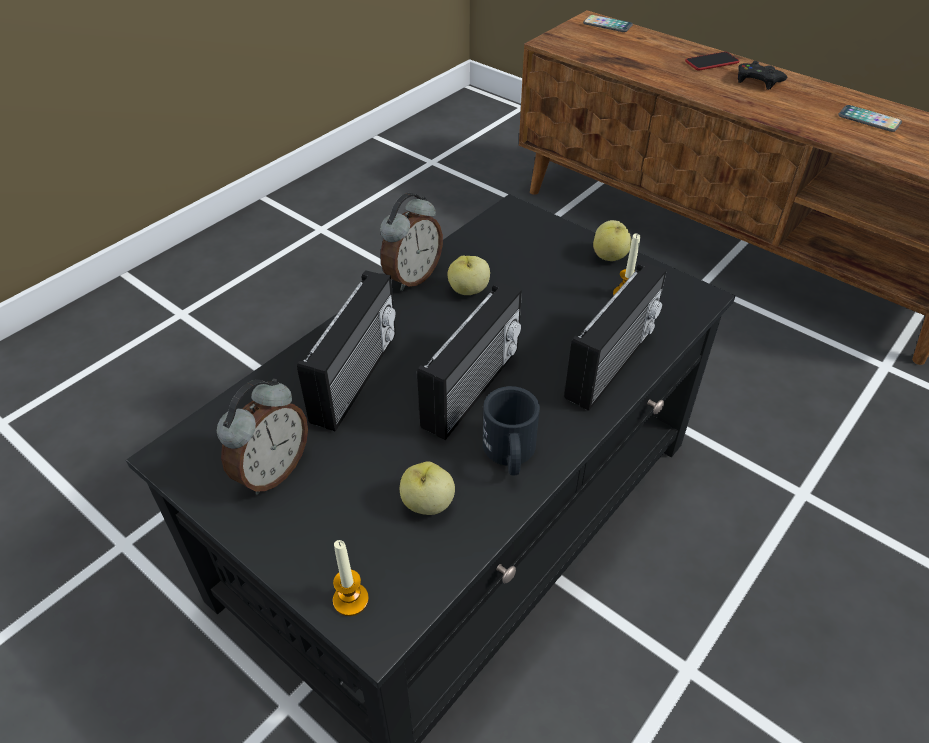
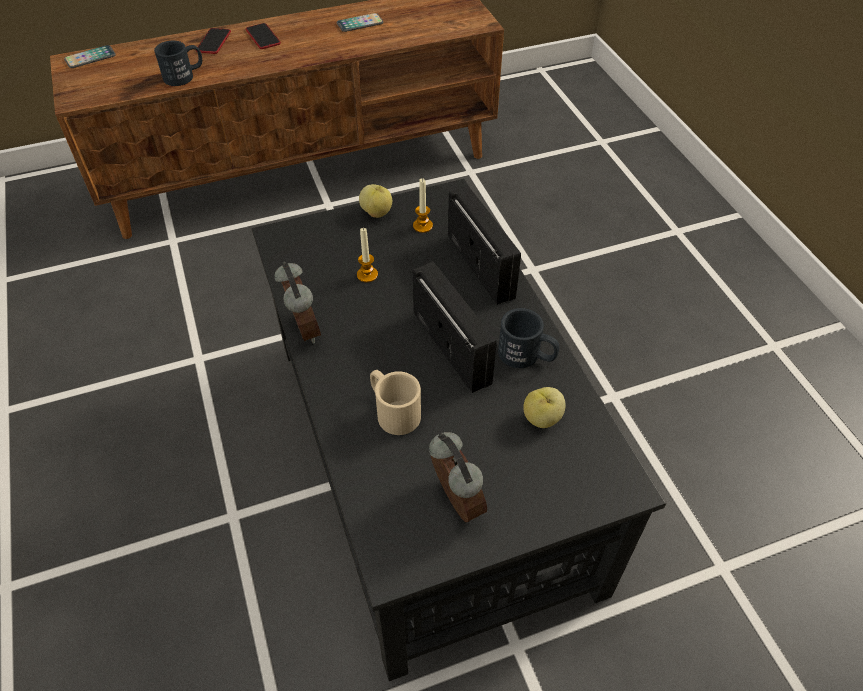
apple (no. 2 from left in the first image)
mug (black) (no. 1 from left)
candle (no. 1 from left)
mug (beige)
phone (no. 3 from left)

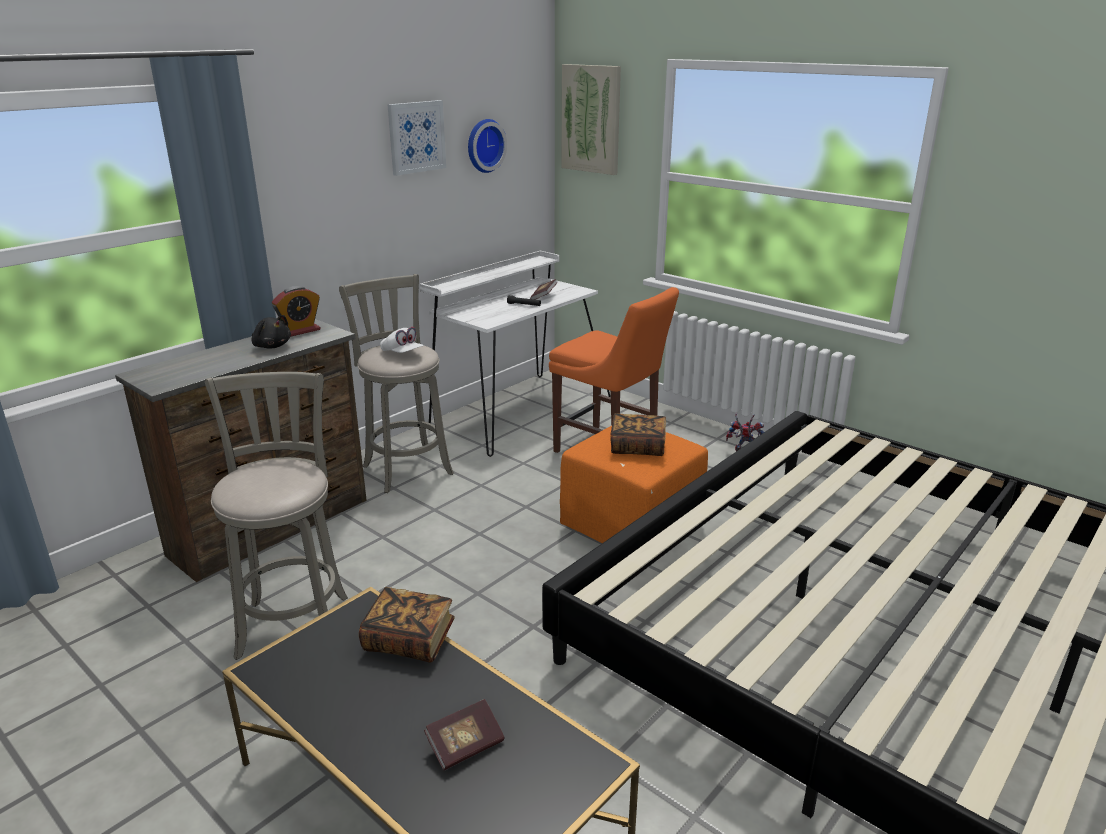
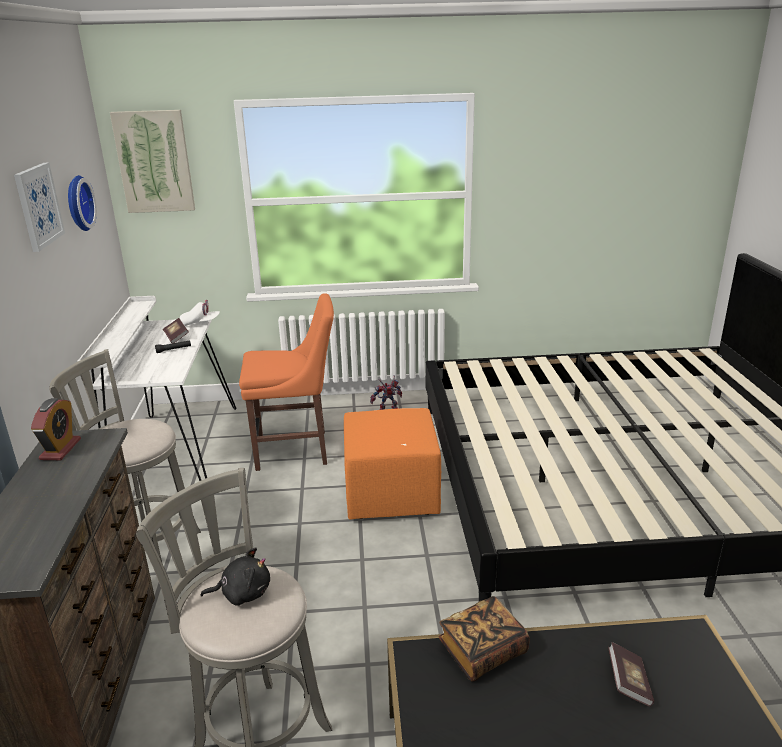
book (no. 4 from left in the first image)
plush toy (black)
cap (white)

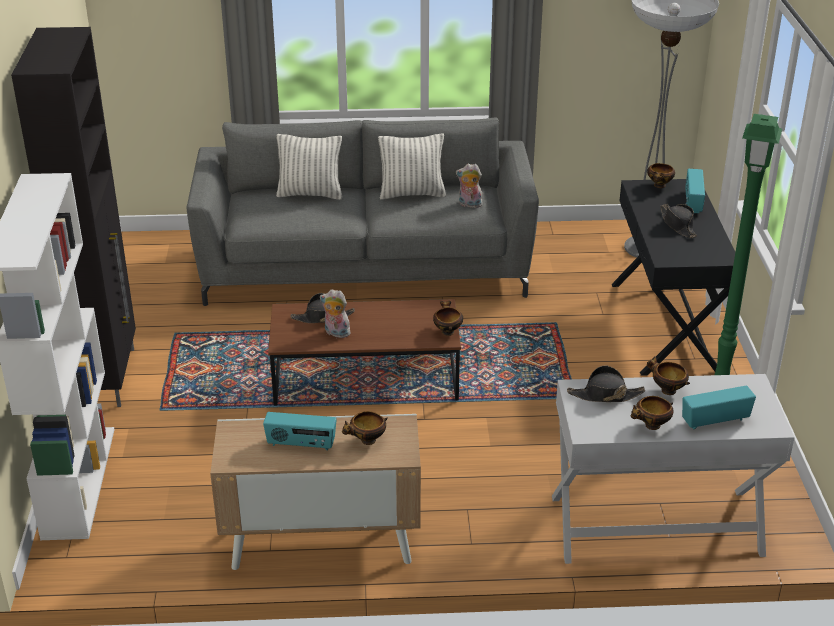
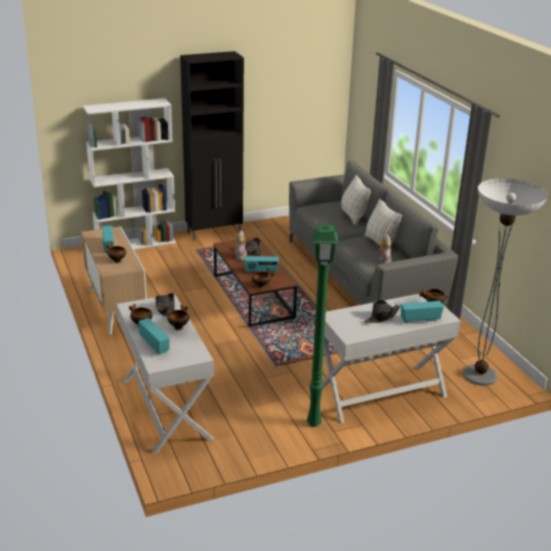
radio (no. 3 from left)
console table (white) (no. 2 from left)

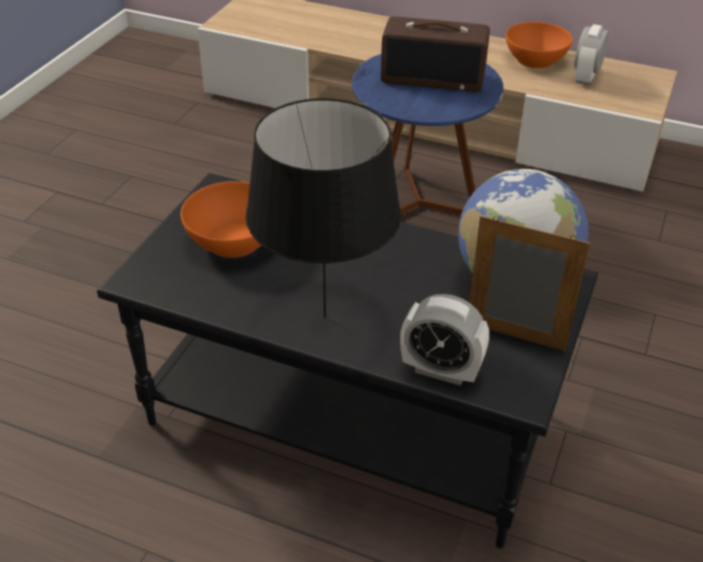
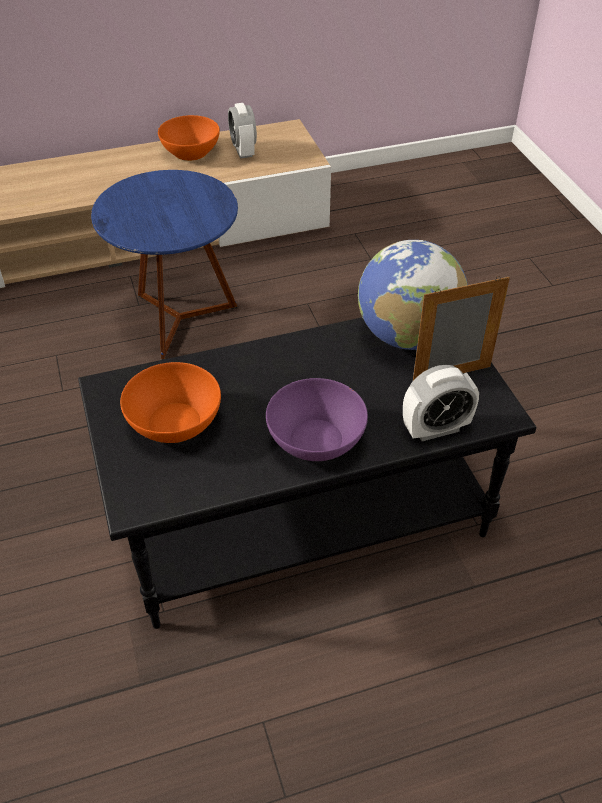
radio
bowl (purple)

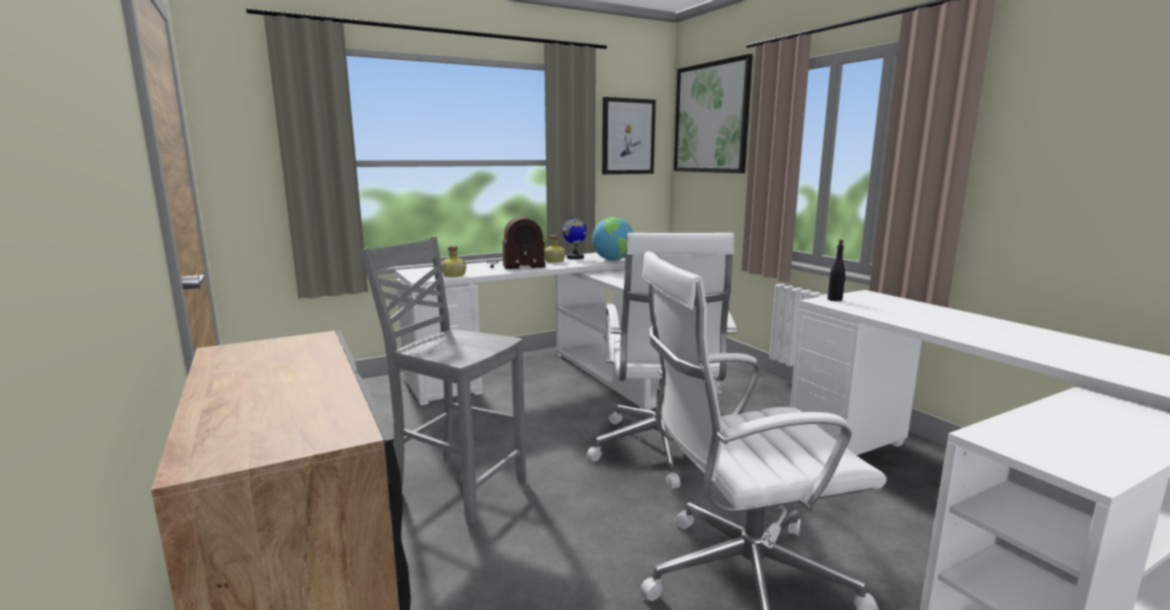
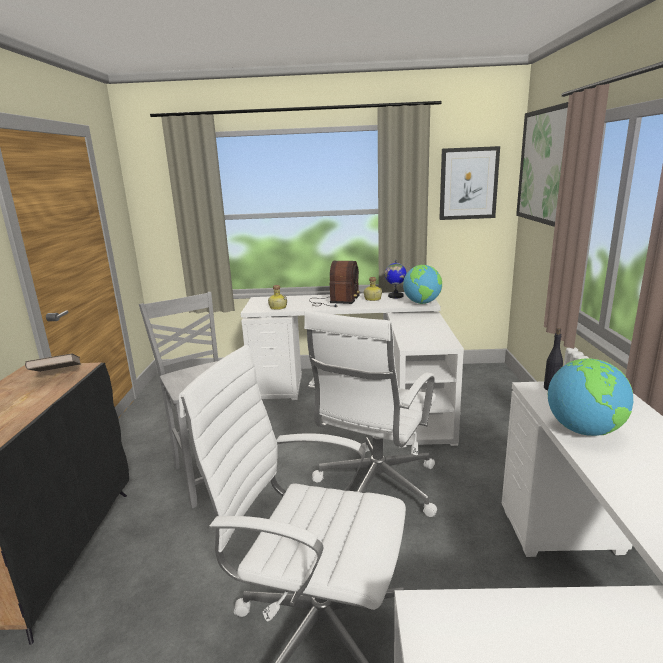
book (brown)
globe (no. 3 from left)
radio

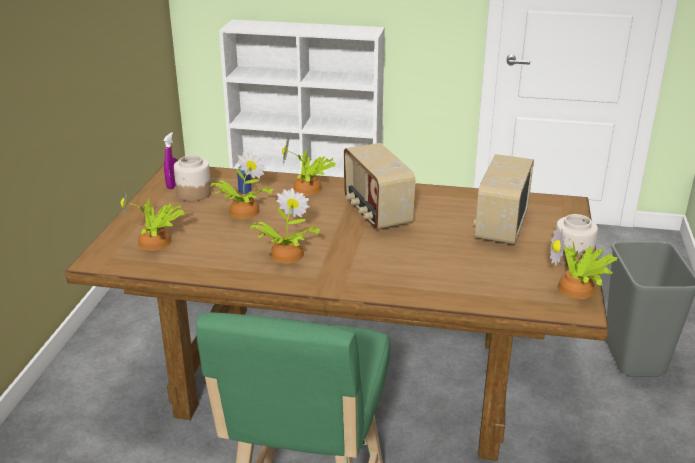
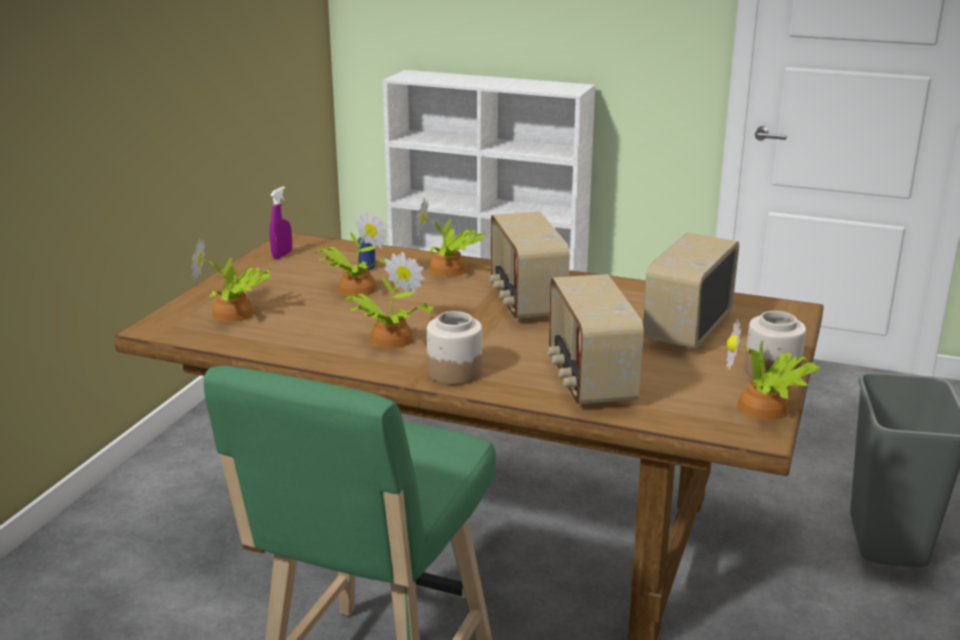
radio (no. 2 from left)
jar (no. 1 from left)

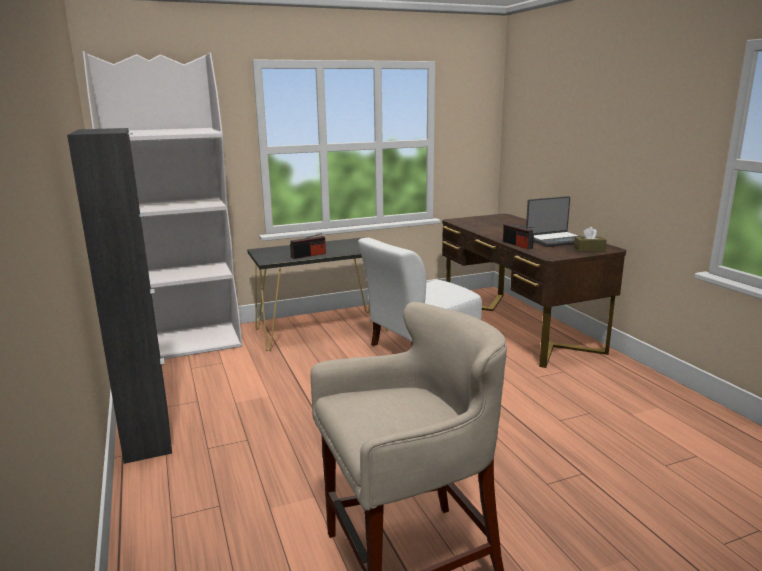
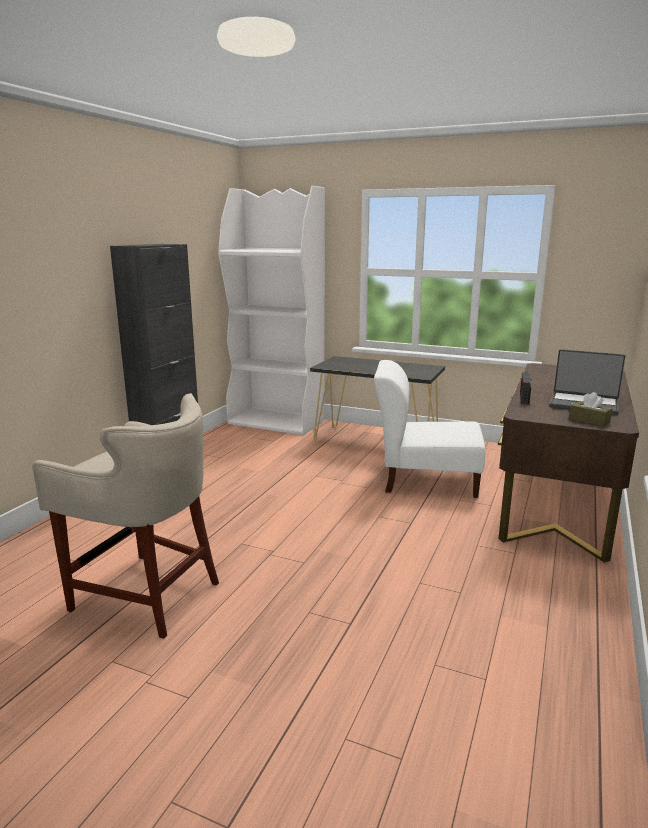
radio (no. 1 from left in the first image)

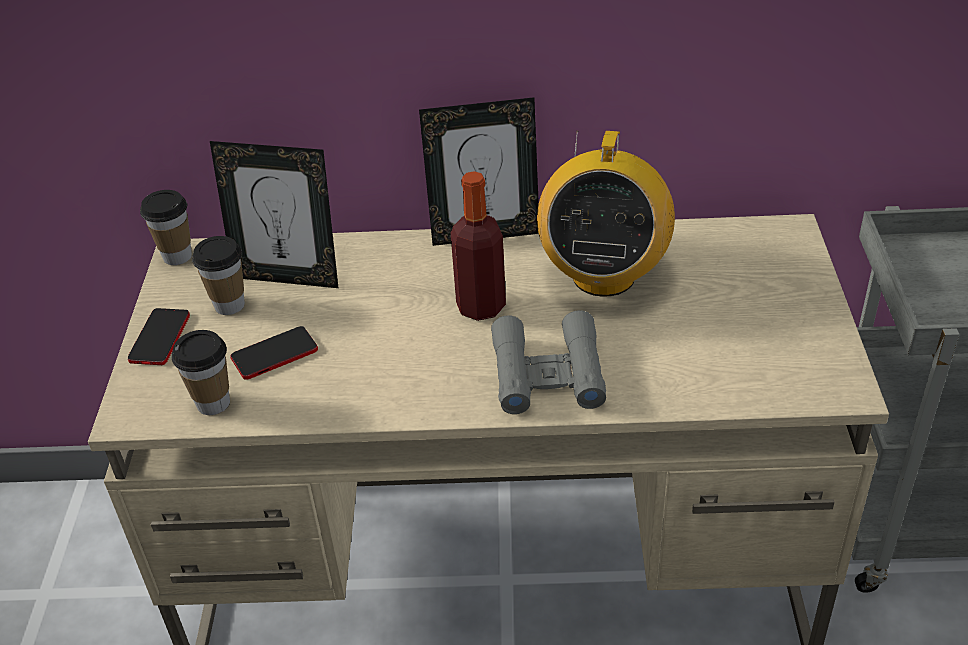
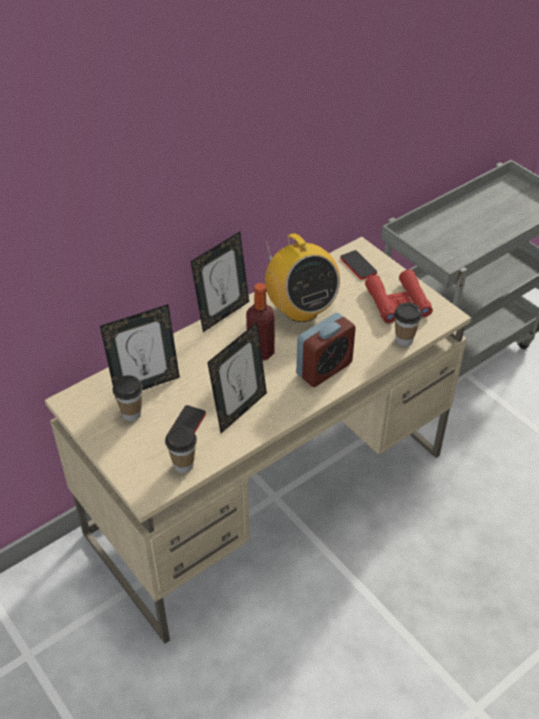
picture frame (no. 3 from left)
binoculars (red)
phone (no. 2 from left)
cup (no. 3 from left)
alarm clock

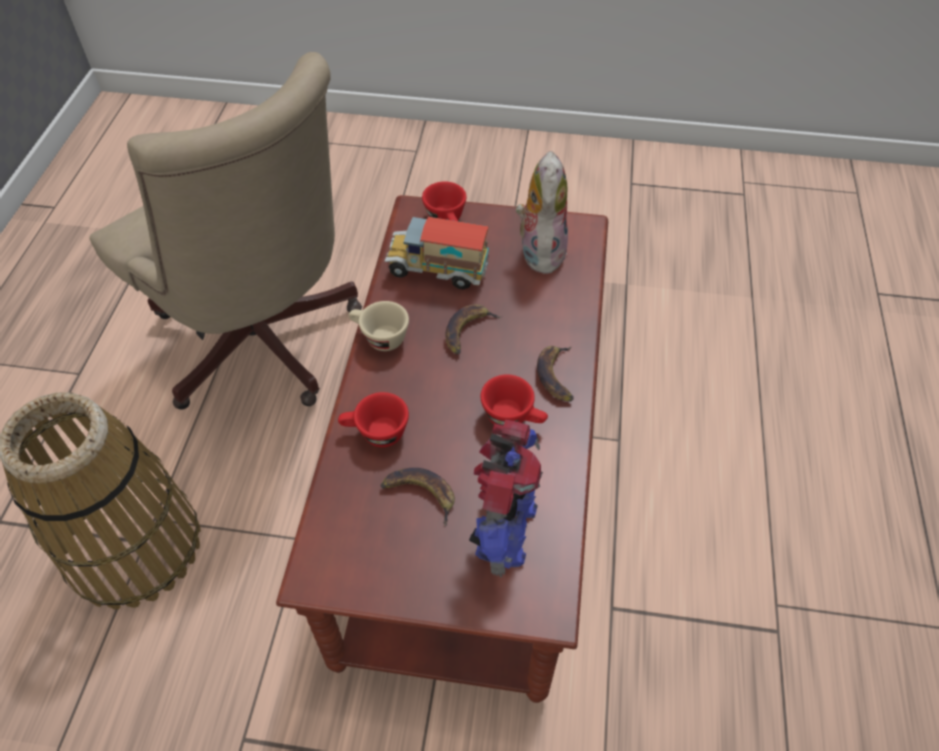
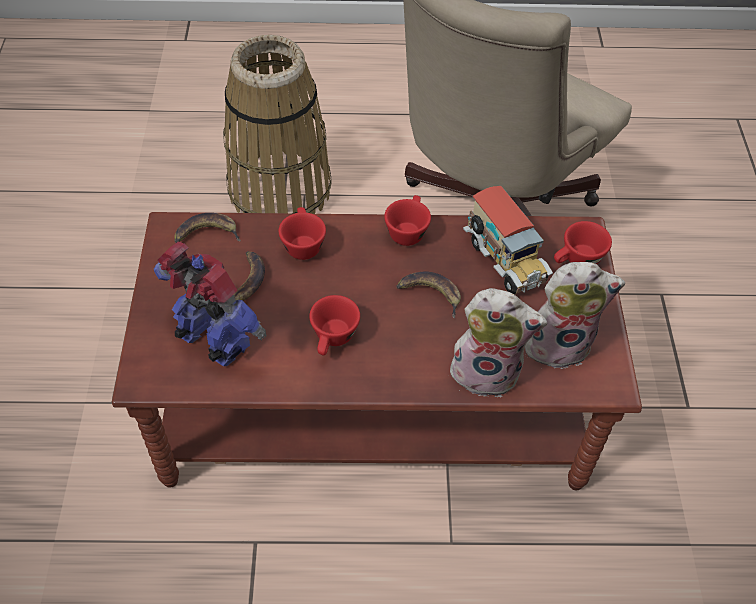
plush toy (no. 1 from left)
banana (no. 1 from left)
cup (red) (no. 3 from left)
toy truck
toy robot

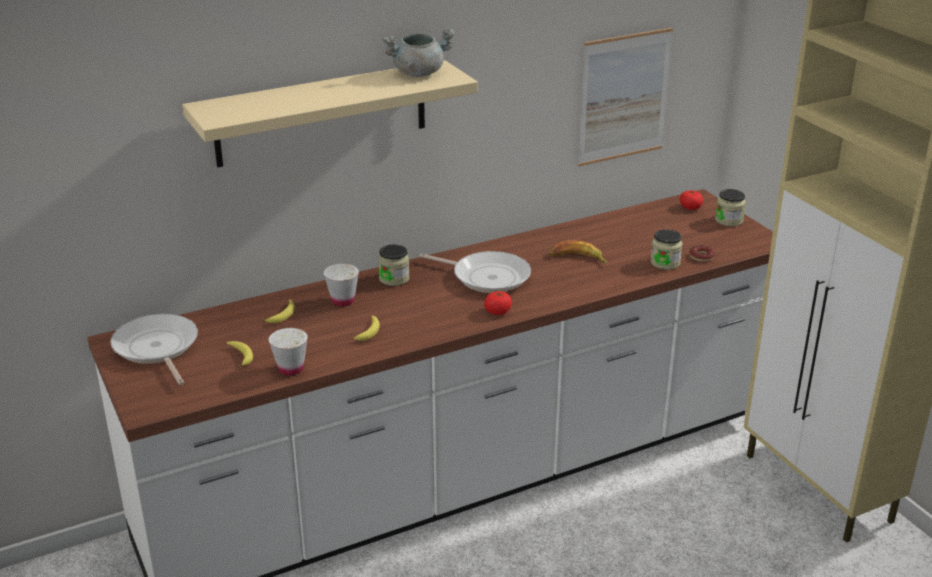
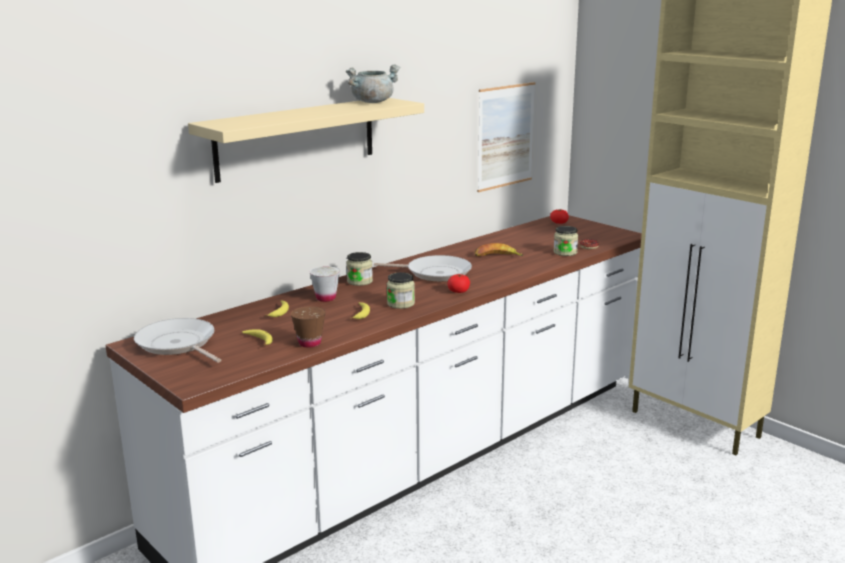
jar (no. 2 from left)
cup (brown)

